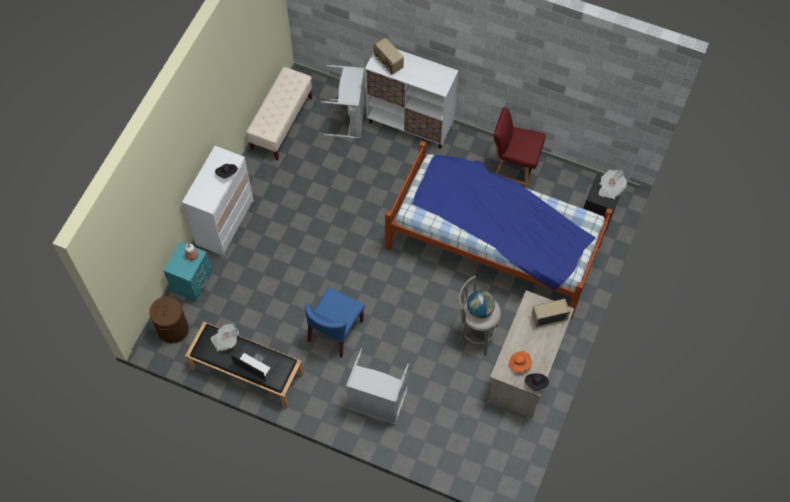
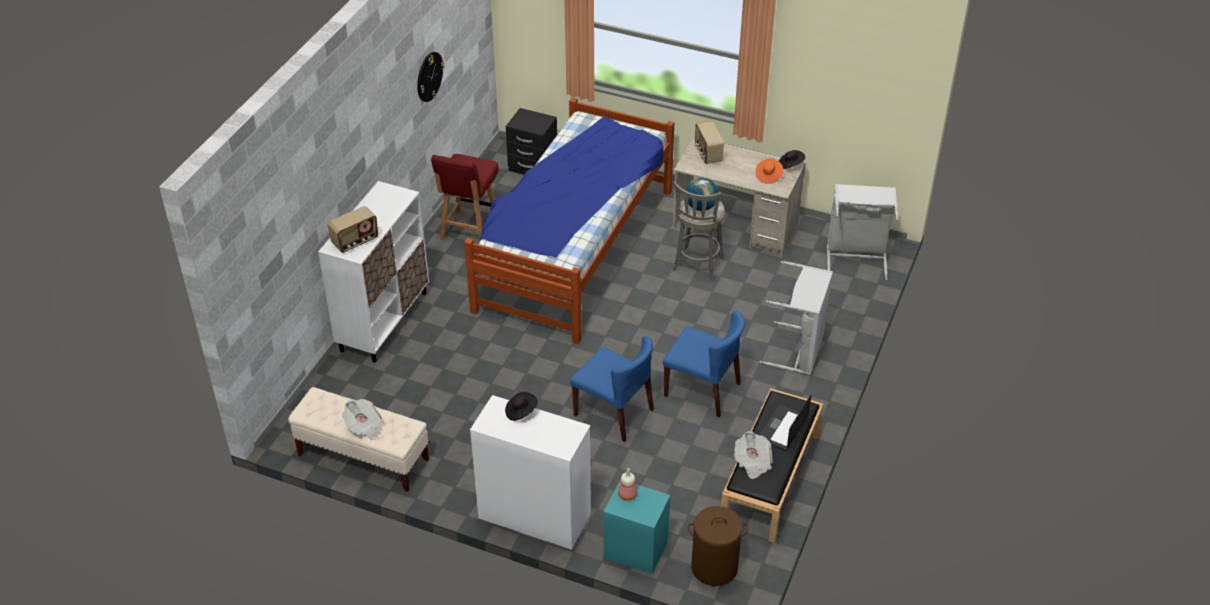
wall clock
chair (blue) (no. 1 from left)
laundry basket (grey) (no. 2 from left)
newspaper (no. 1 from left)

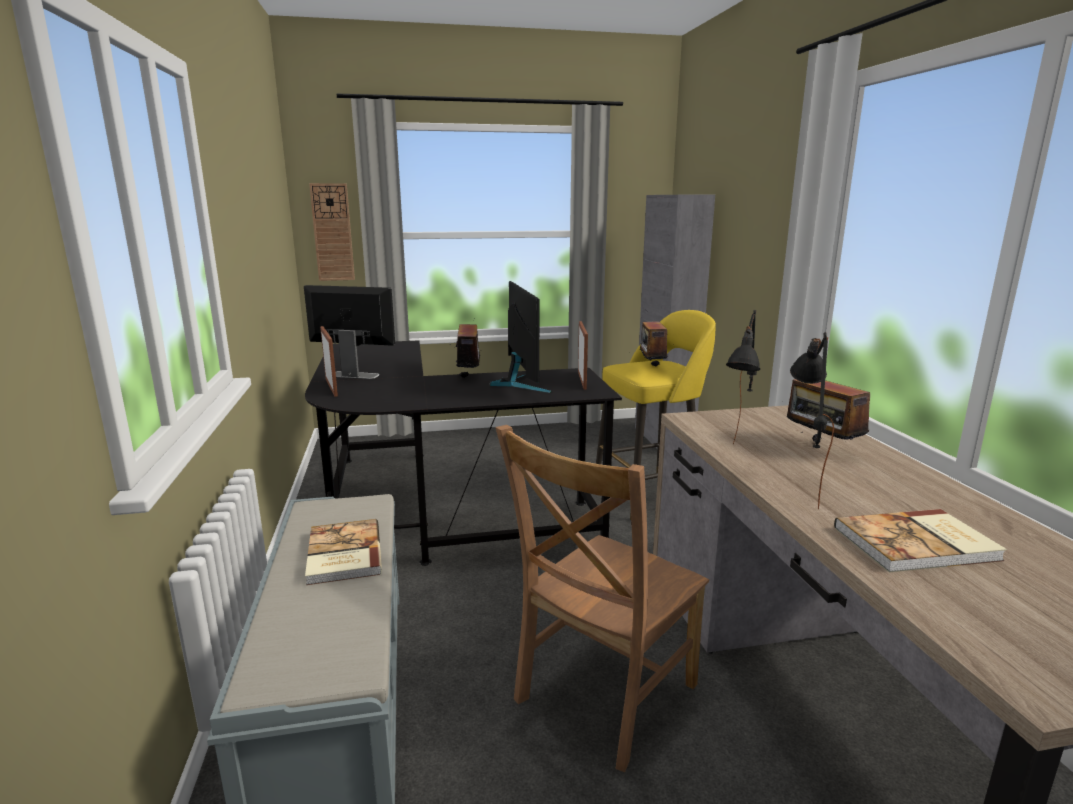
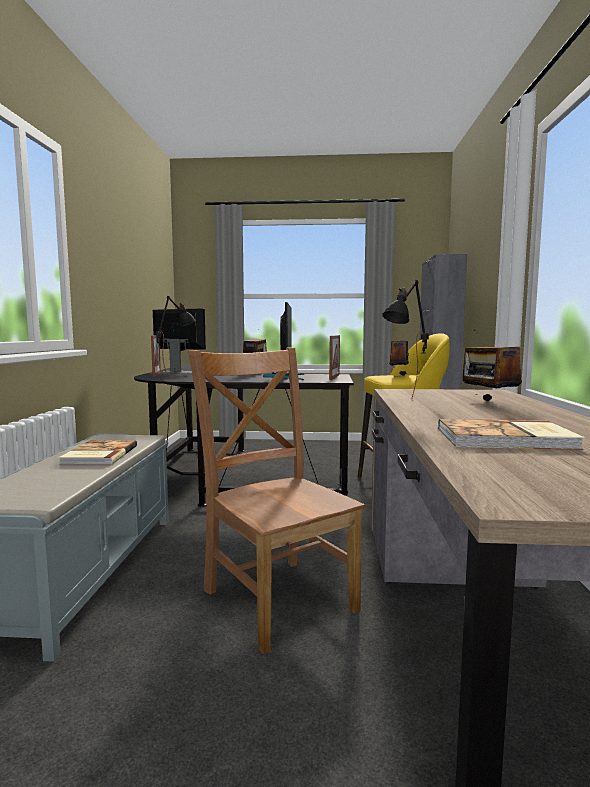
wall clock
table lamp (black) (no. 1 from left)
chair (brown)

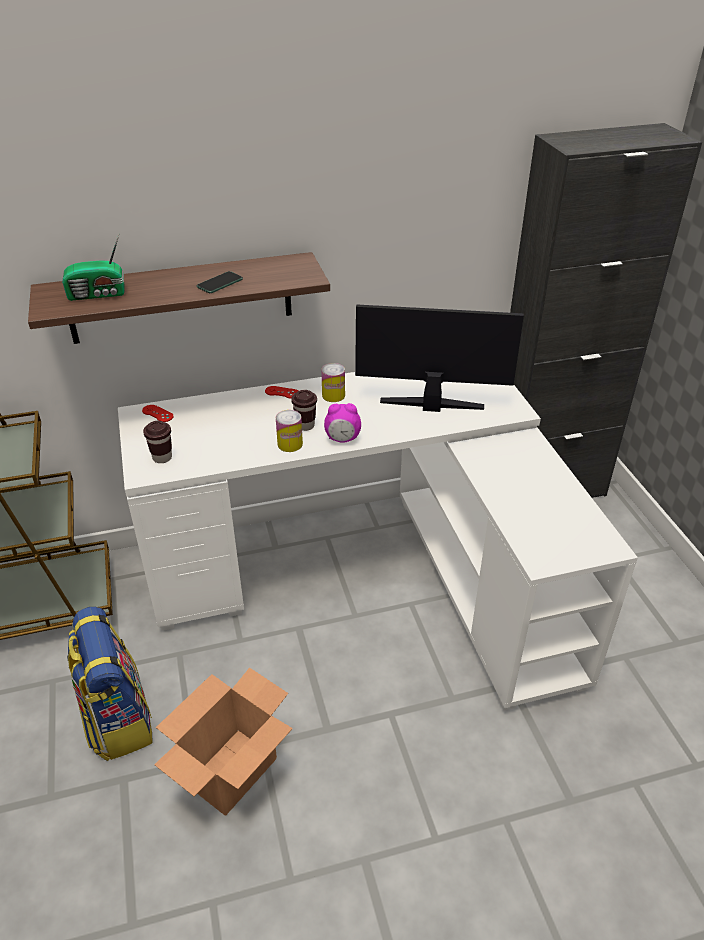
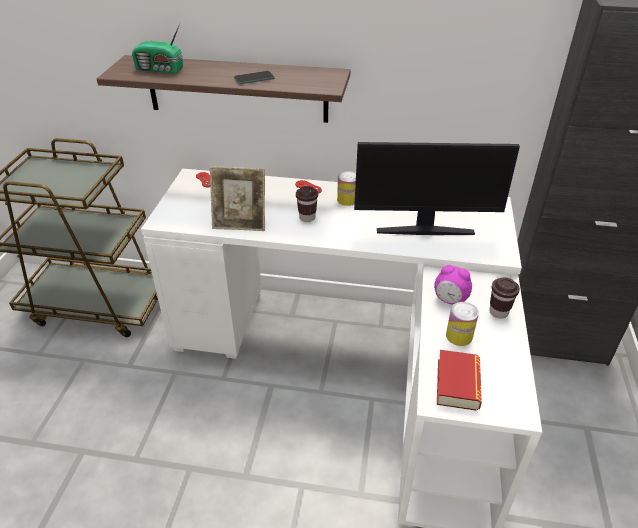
backpack
cardboard box
picture frame
book
cup (brown) (no. 2 from left)
can (no. 2 from left)
alarm clock
monitor

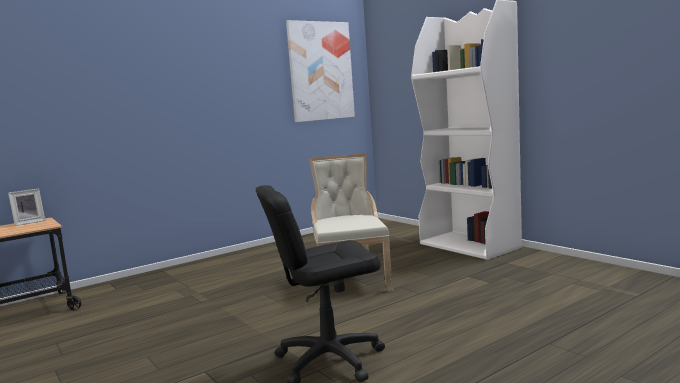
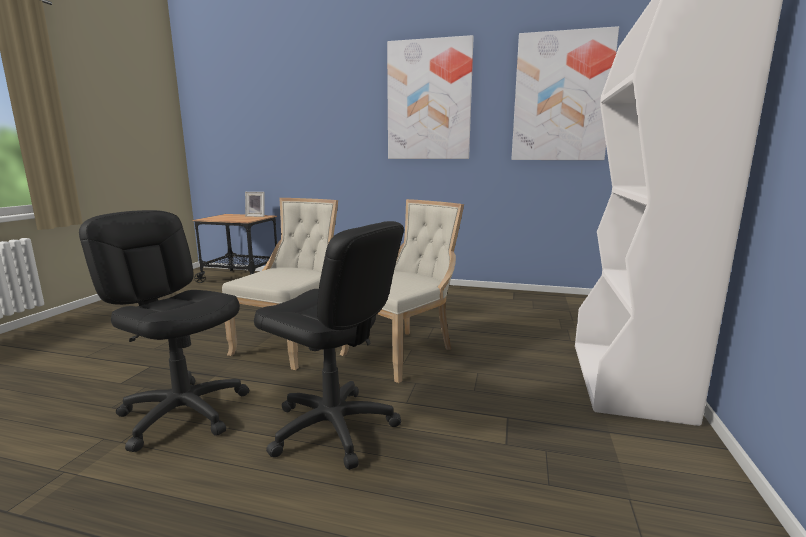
chair (beige) (no. 1 from left)
office chair (black) (no. 2 from left)
picture (no. 1 from left)

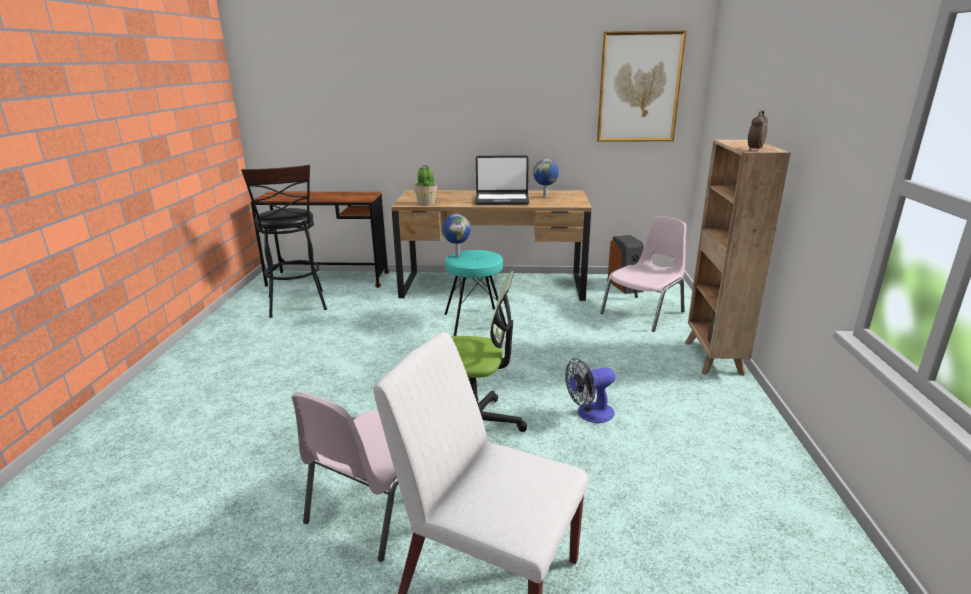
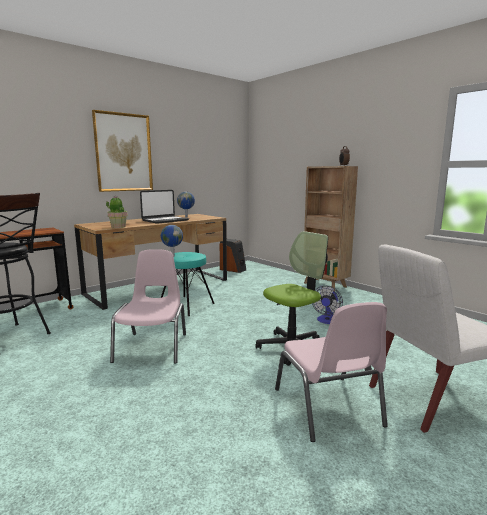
picture
chair (pink) (no. 1 from left)

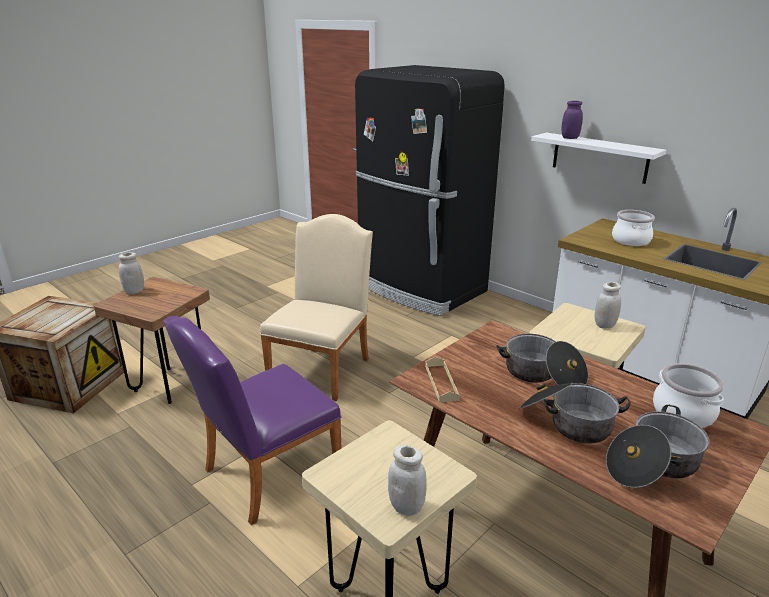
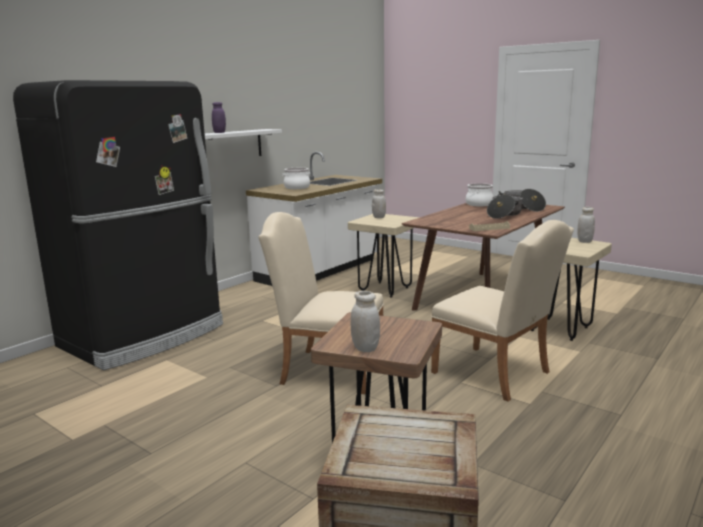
cooking pot (no. 1 from left in the first image)
chair (beige) (no. 2 from left)

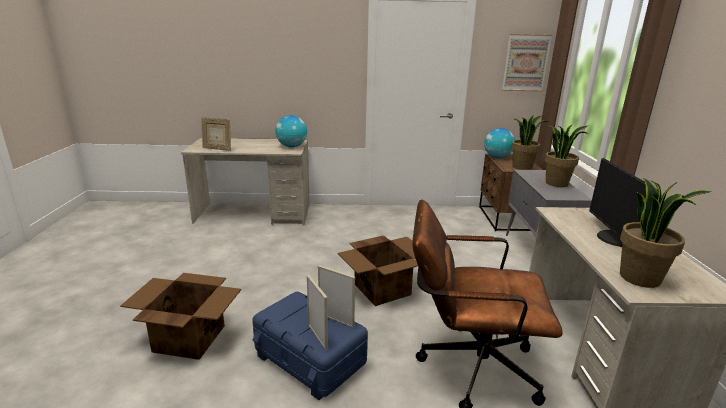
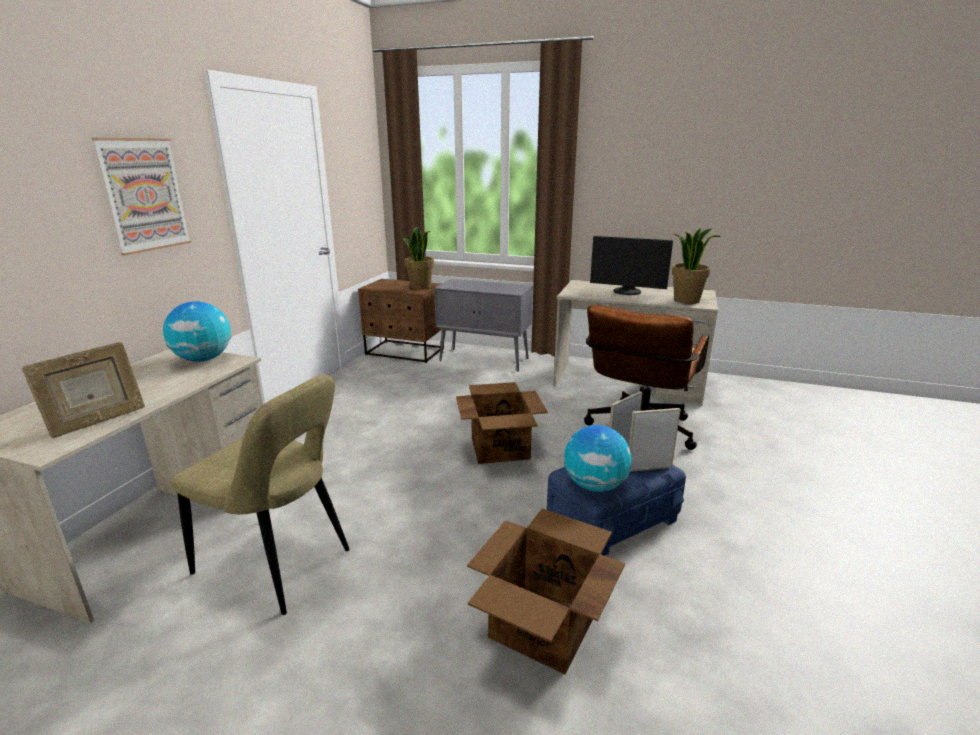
potted plant (no. 2 from left in the first image)
chair (beige)
globe (no. 2 from left)
picture

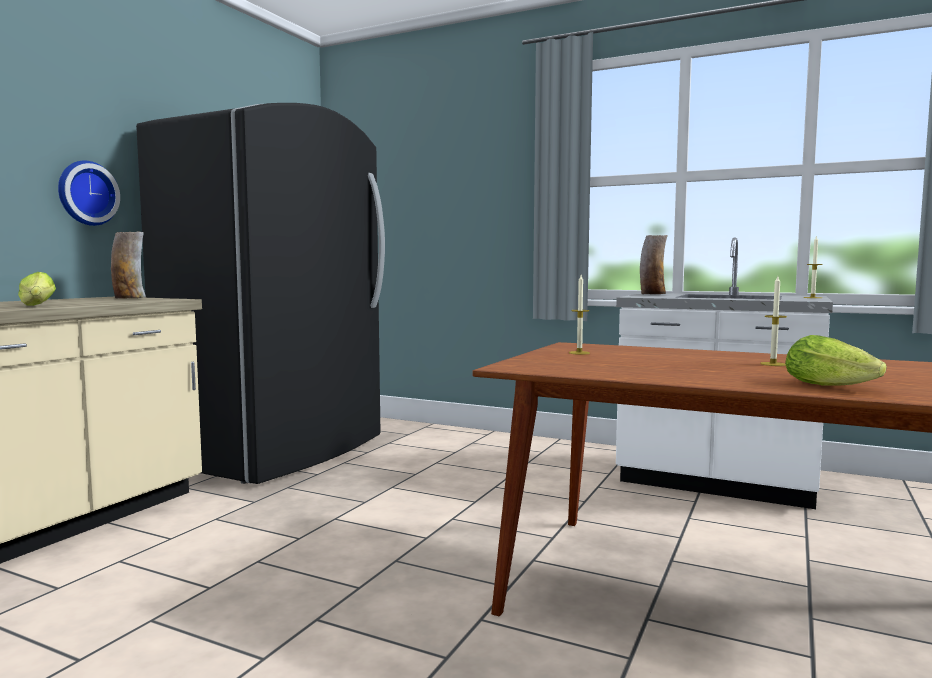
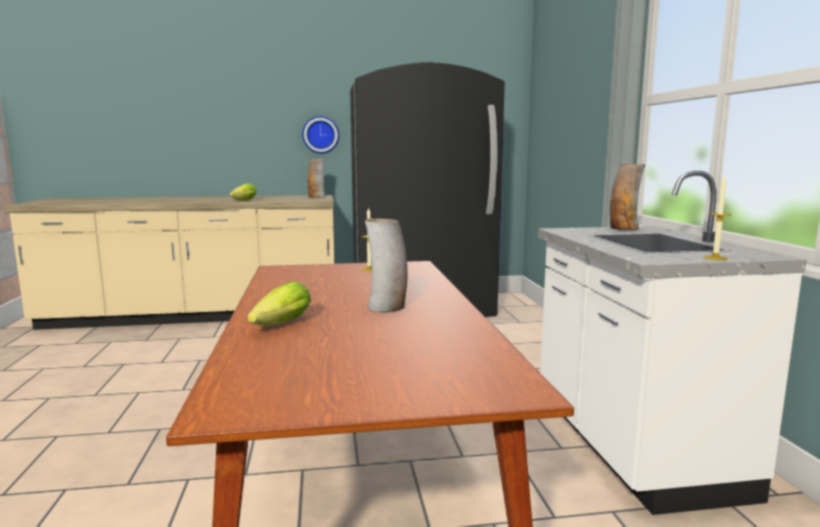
vase (no. 2 from left)

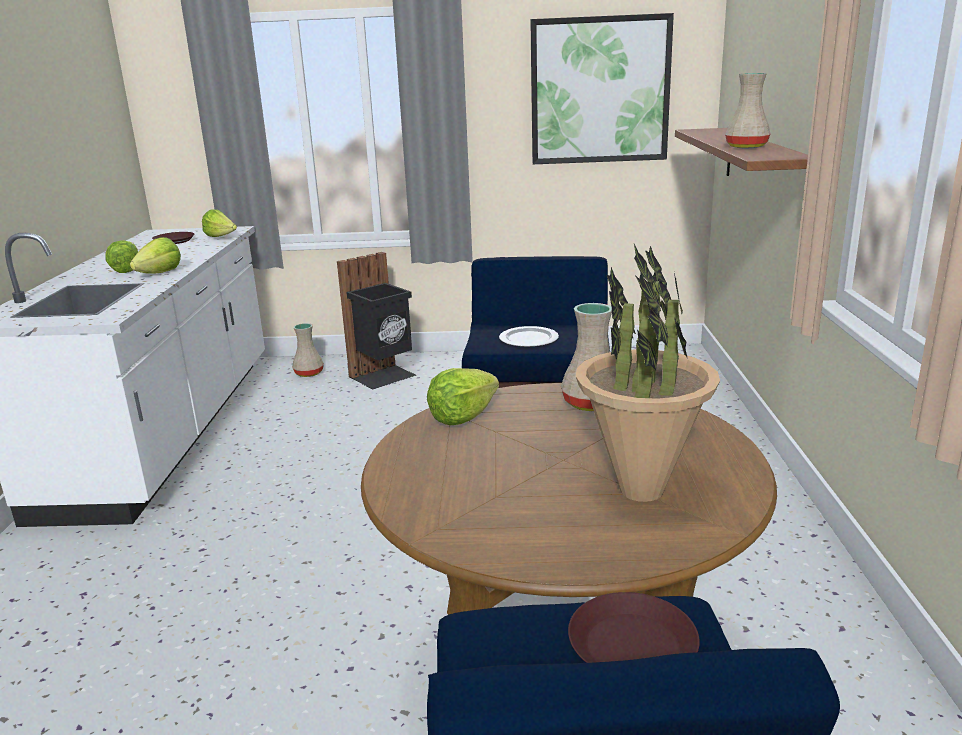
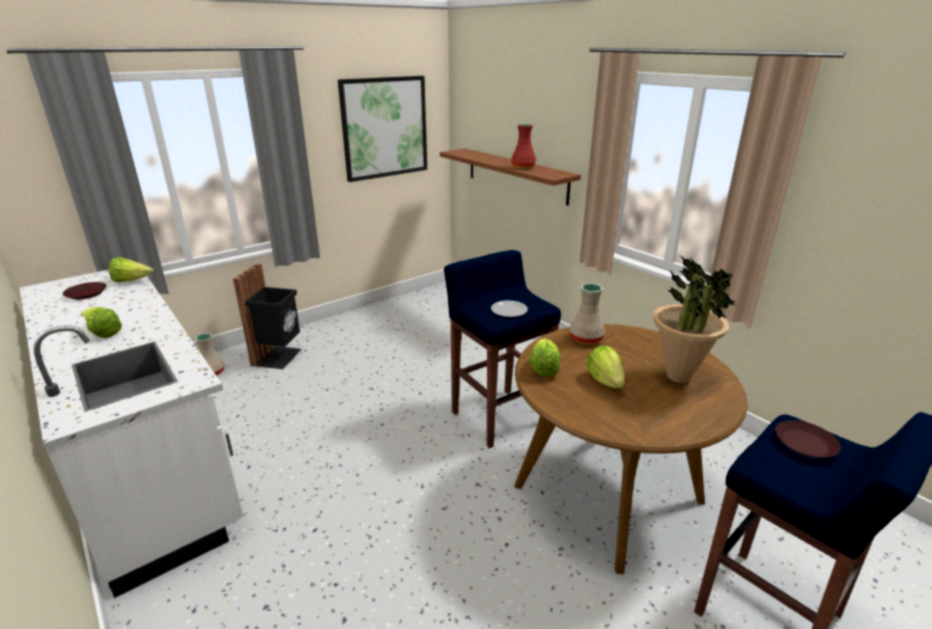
lettuce (no. 4 from left)
vase (red)

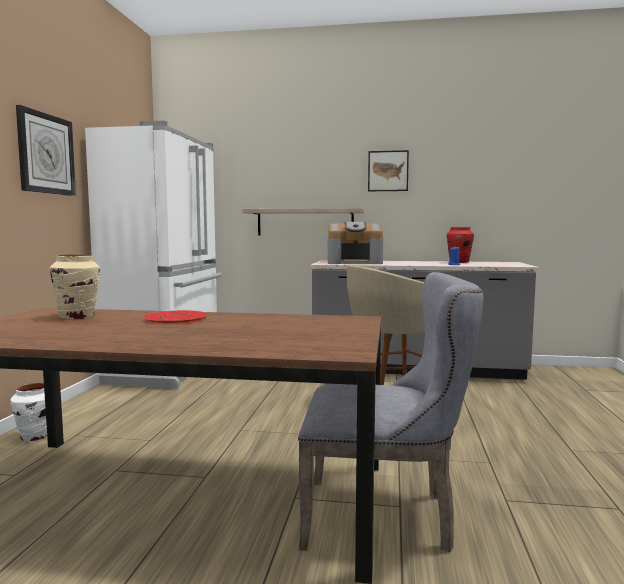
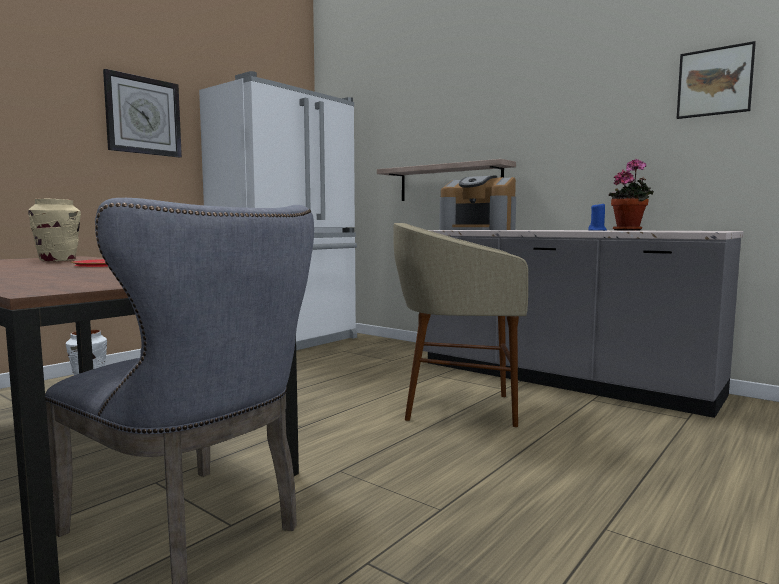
picture
potted plant

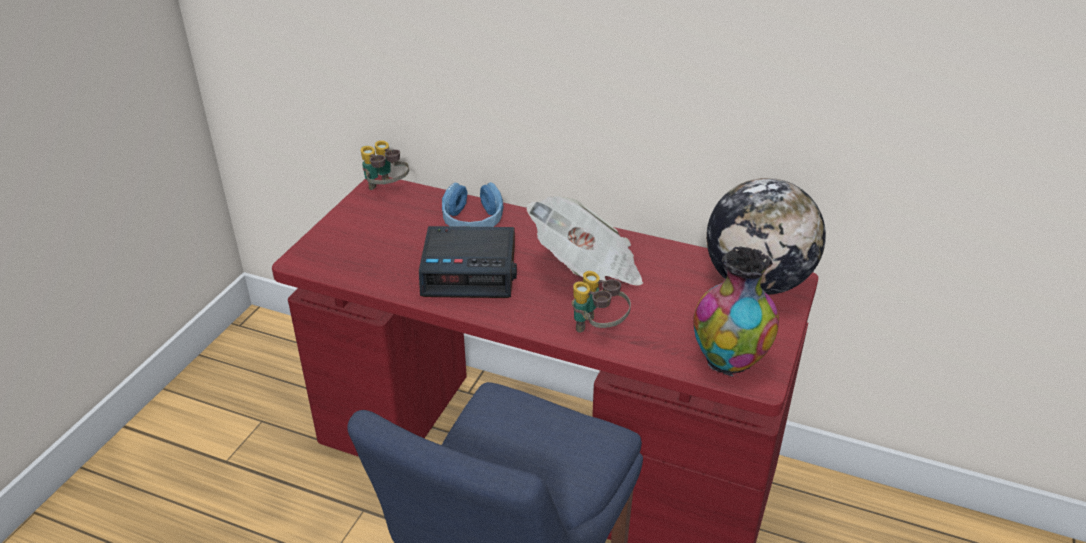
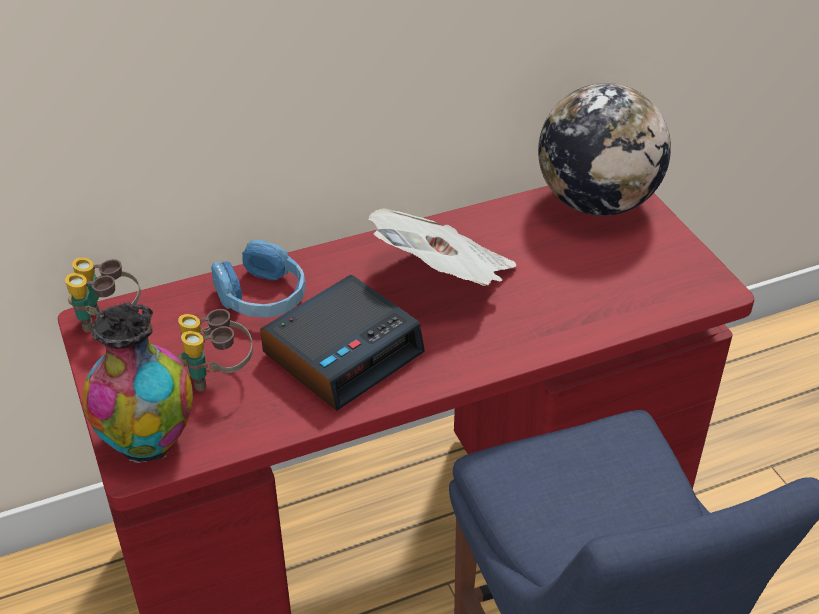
binoculars (no. 2 from left)
vase

